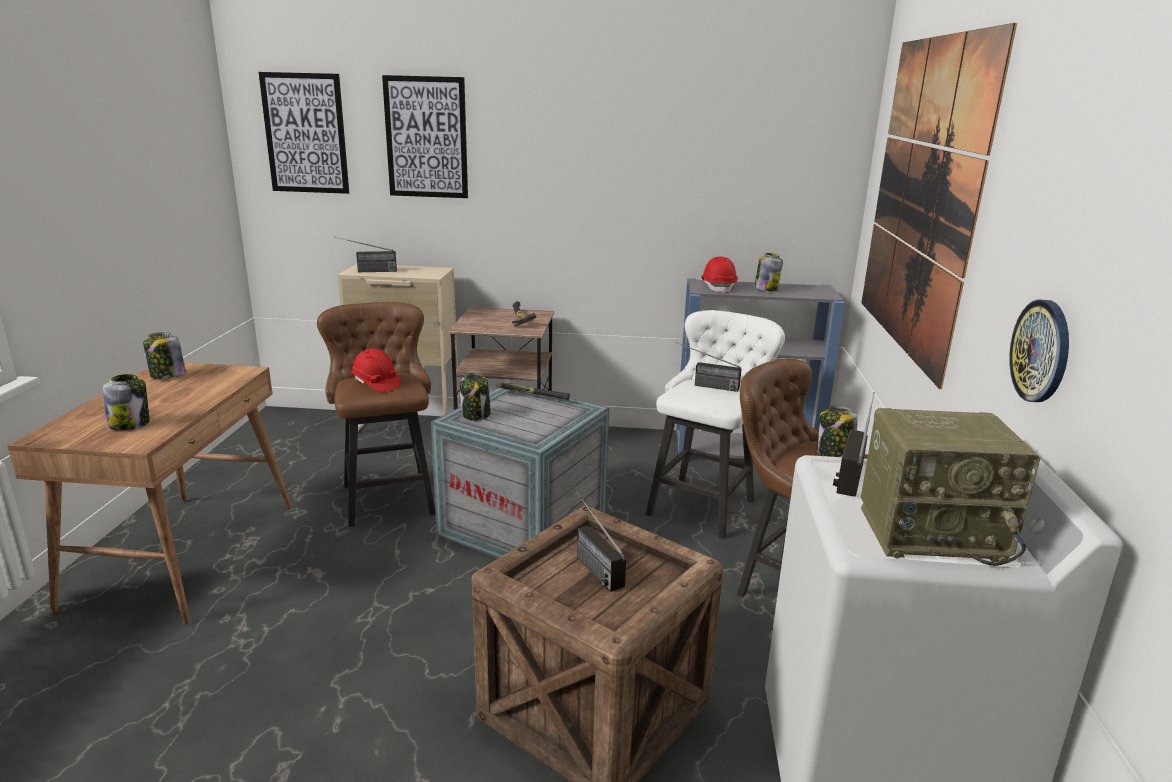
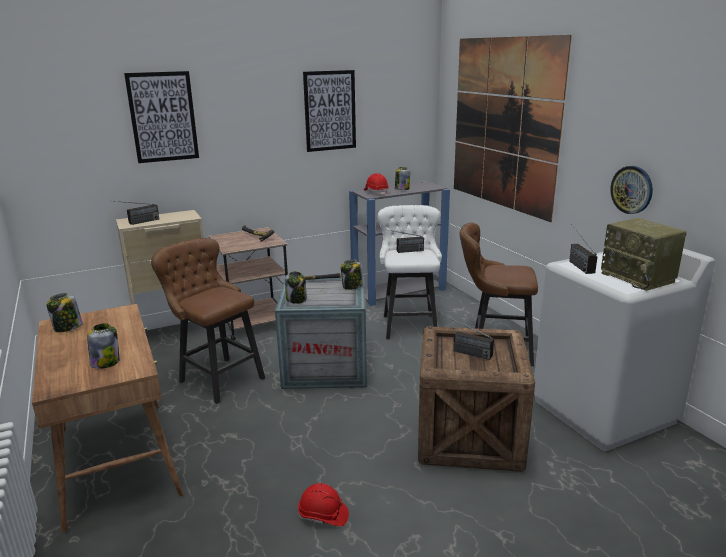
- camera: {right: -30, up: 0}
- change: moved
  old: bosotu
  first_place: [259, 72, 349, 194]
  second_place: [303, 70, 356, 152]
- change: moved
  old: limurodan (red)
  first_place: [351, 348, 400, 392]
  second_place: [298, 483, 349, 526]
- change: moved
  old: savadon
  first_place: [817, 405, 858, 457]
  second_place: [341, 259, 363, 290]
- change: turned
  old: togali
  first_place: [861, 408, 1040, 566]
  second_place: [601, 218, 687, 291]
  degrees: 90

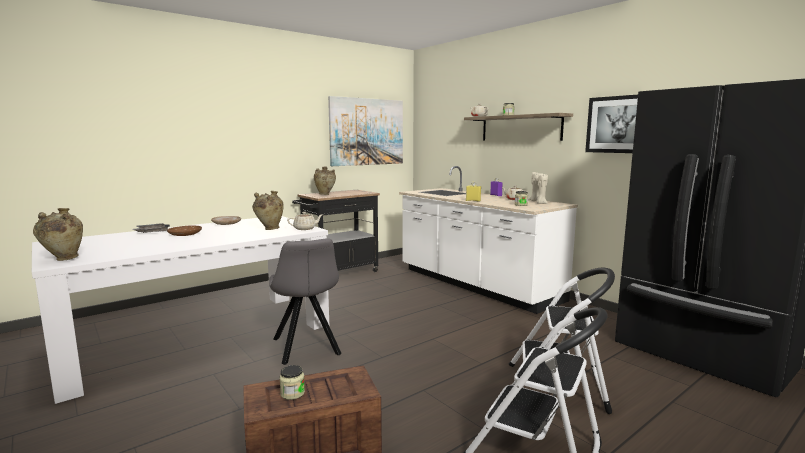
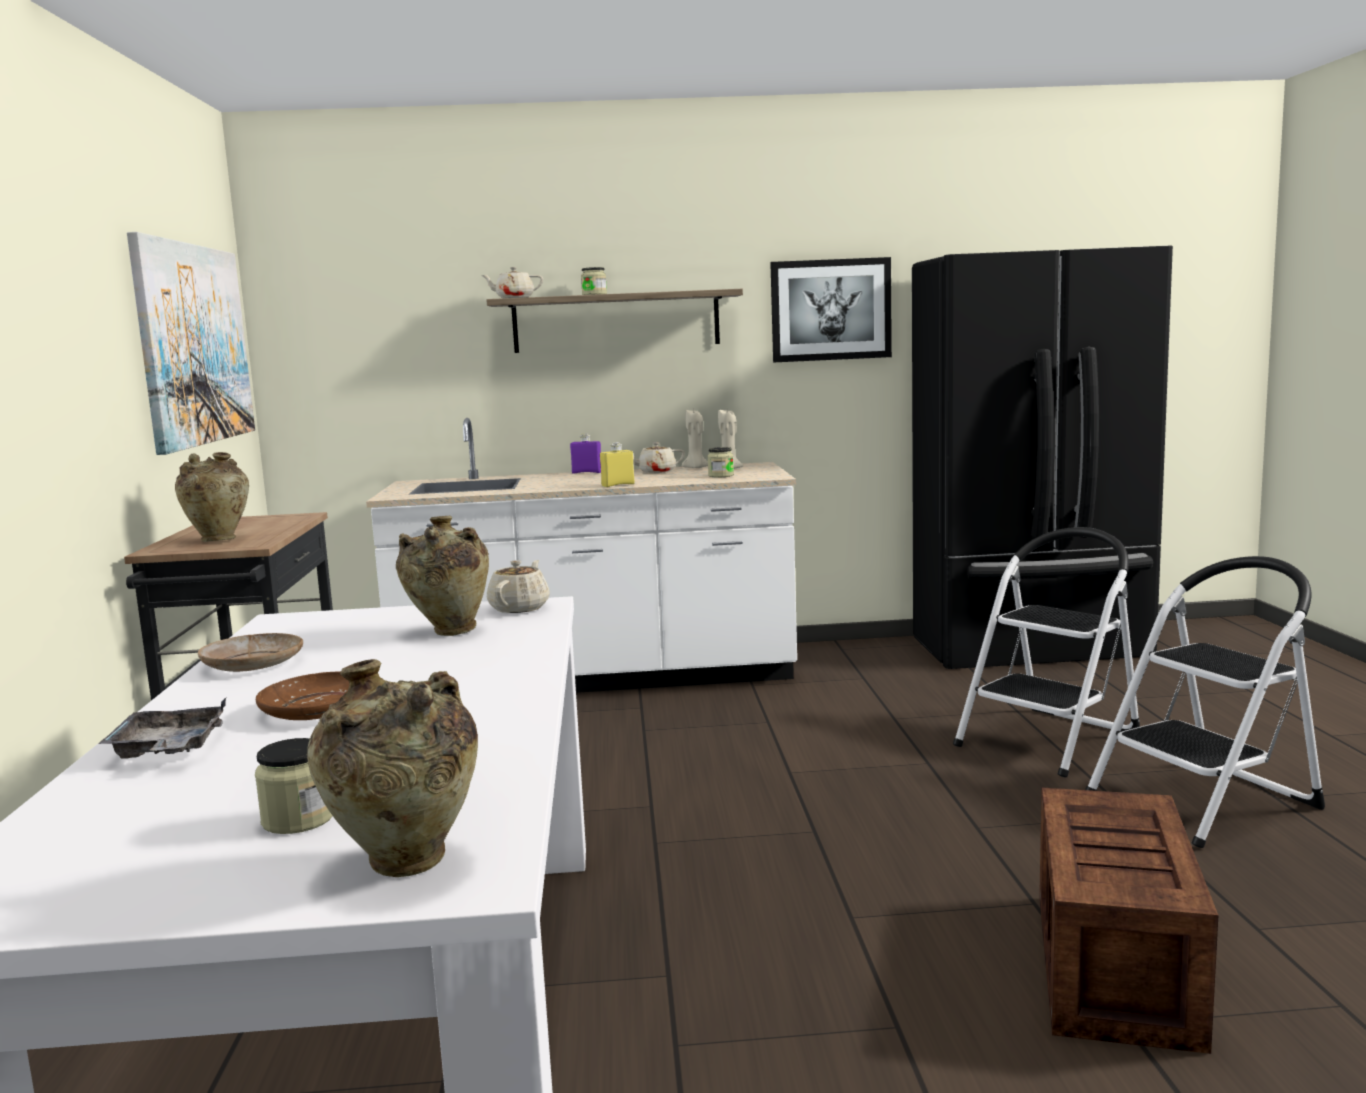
- camera: {right: -55, up: 0}
- change: removed
  old: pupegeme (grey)
  first_place: [269, 238, 341, 365]
- change: moved
  old: savadon
  first_place: [280, 365, 305, 400]
  second_place: [255, 738, 332, 834]

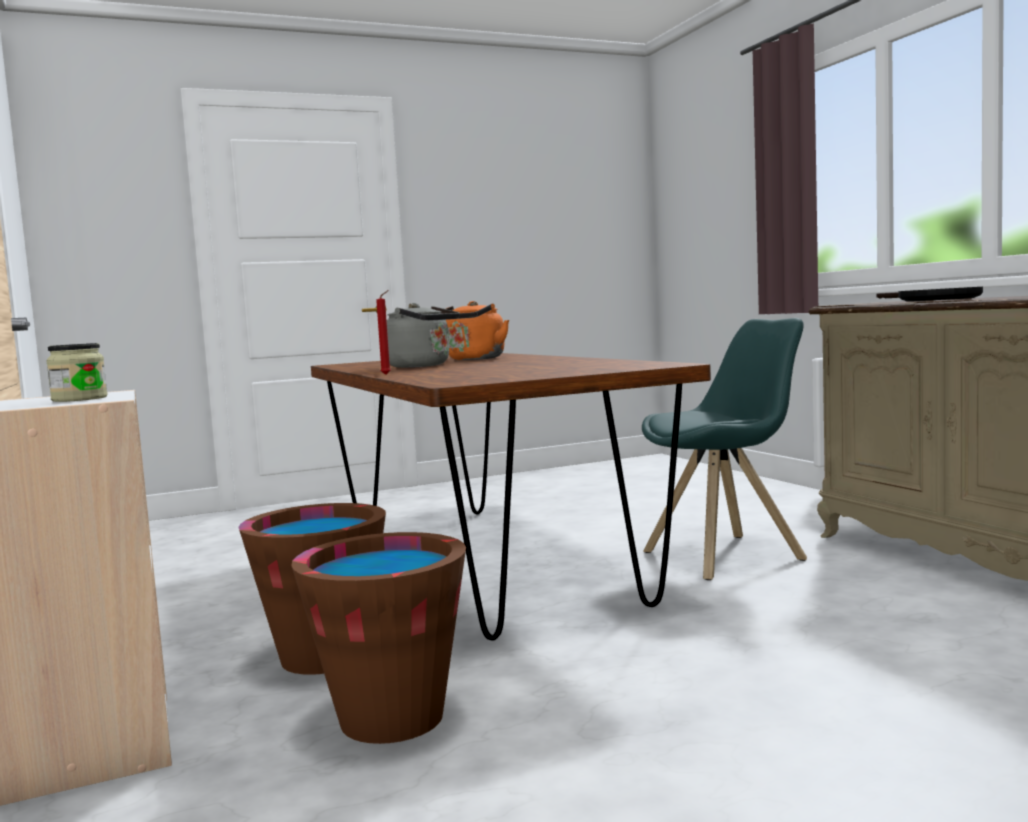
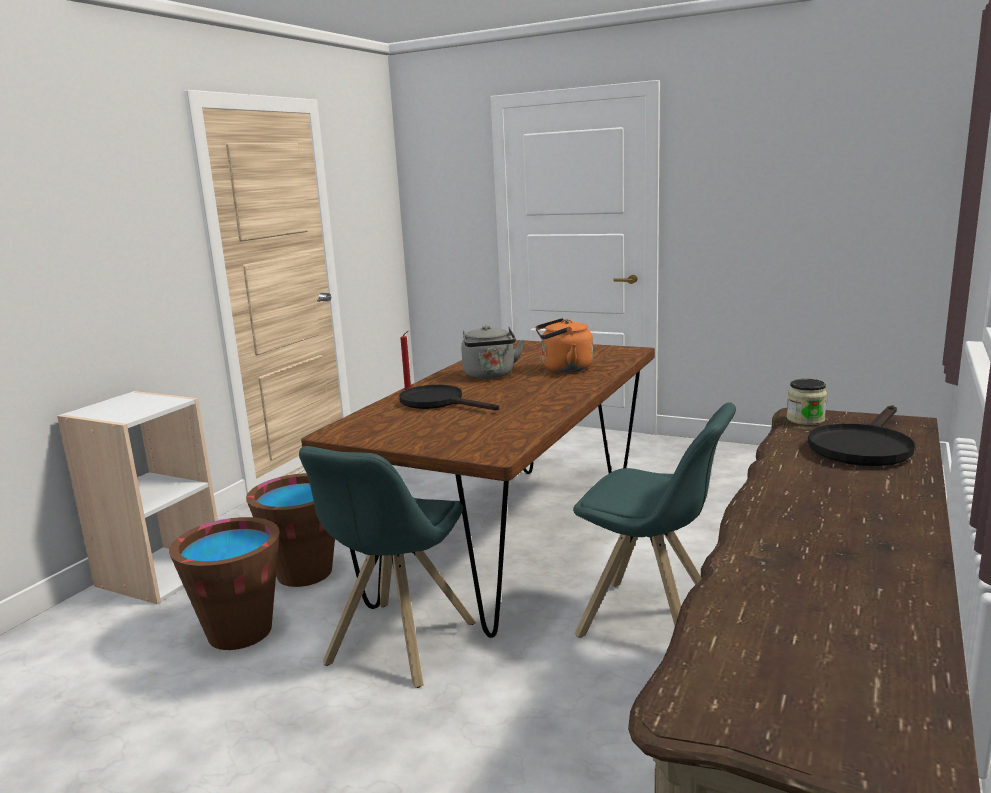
- camera: {right: 50, up: 10}
- change: moved
  old: savadon
  first_place: [46, 343, 108, 402]
  second_place: [787, 379, 827, 425]
- change: added
  new: pupegeme (turquoise)
  second_place: [299, 446, 476, 688]
- change: added
  new: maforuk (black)
  second_place: [399, 385, 499, 410]

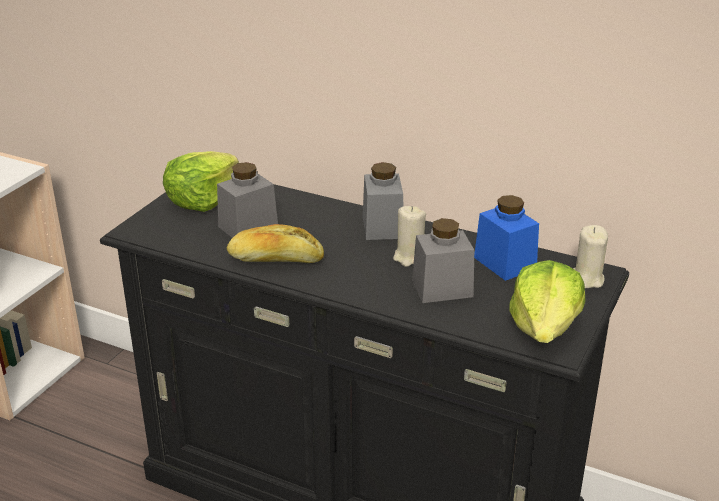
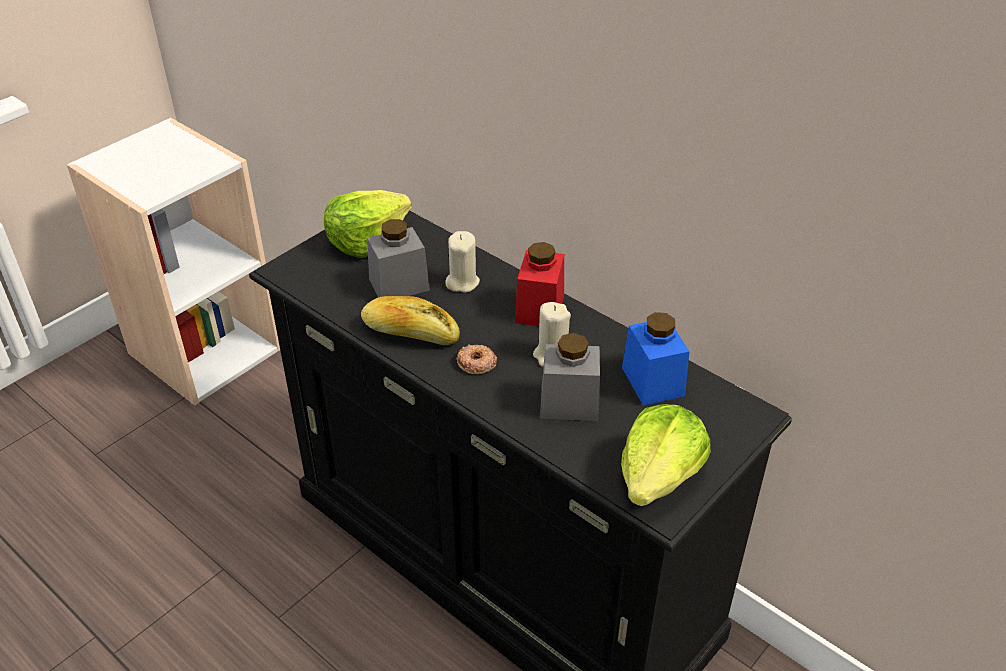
- camera: {right: 15, up: 10}
- change: recoloured
  old: savadon (grey)
  new: savadon (red)
  first_place: [363, 162, 403, 240]
  second_place: [515, 242, 564, 326]
- change: moved
  old: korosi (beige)
  first_place: [573, 225, 608, 288]
  second_place: [445, 231, 480, 293]
- change: added
  new: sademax
  second_place: [456, 344, 497, 374]

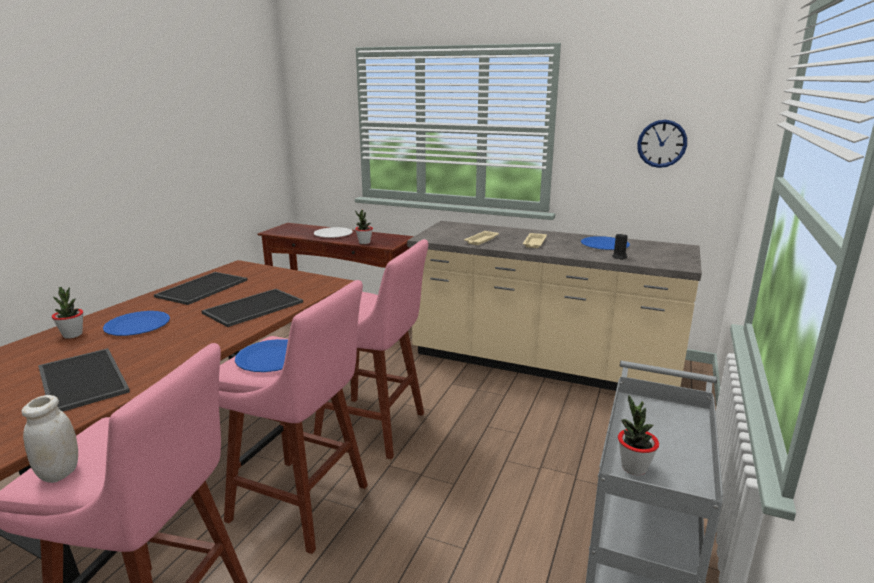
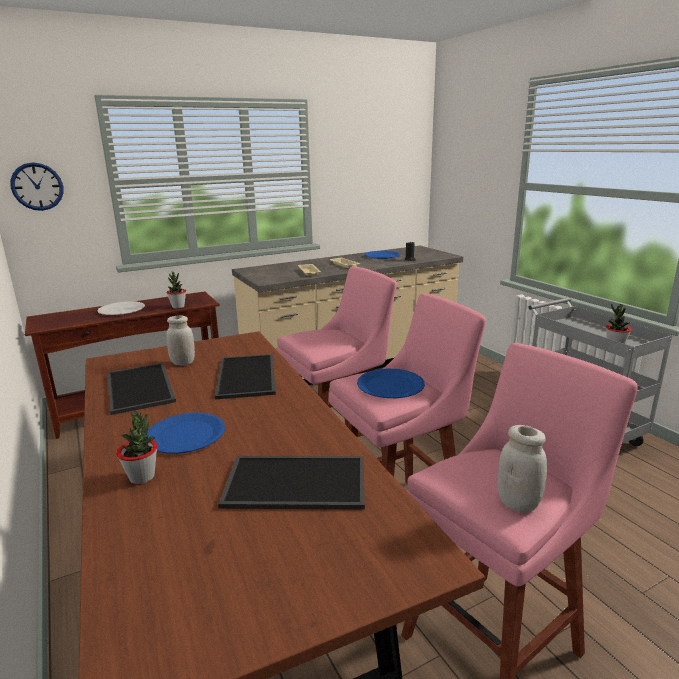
- camera: {right: -50, up: 0}
- change: moved
  old: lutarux
  first_place: [637, 120, 687, 168]
  second_place: [10, 162, 64, 211]
- change: added
  new: savadon (white)
  second_place: [167, 316, 195, 366]

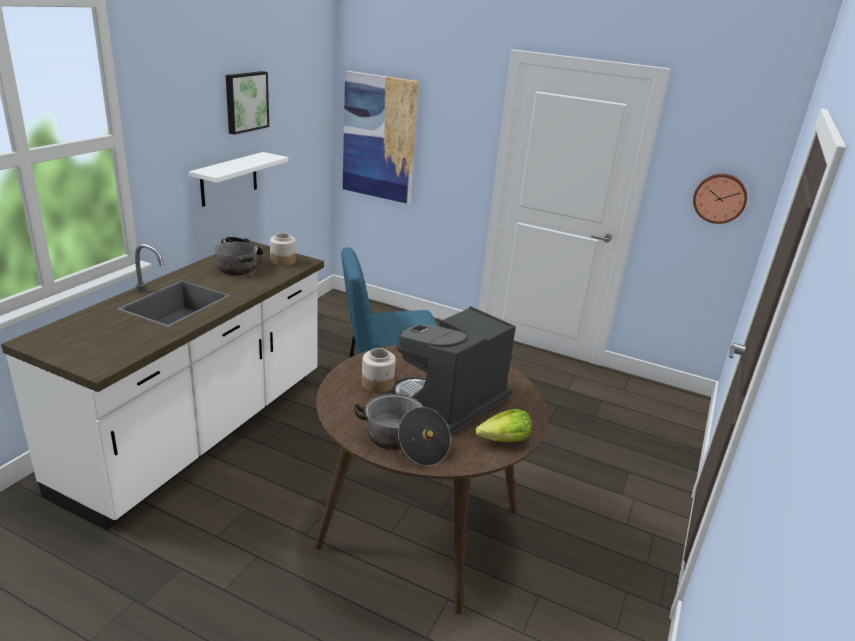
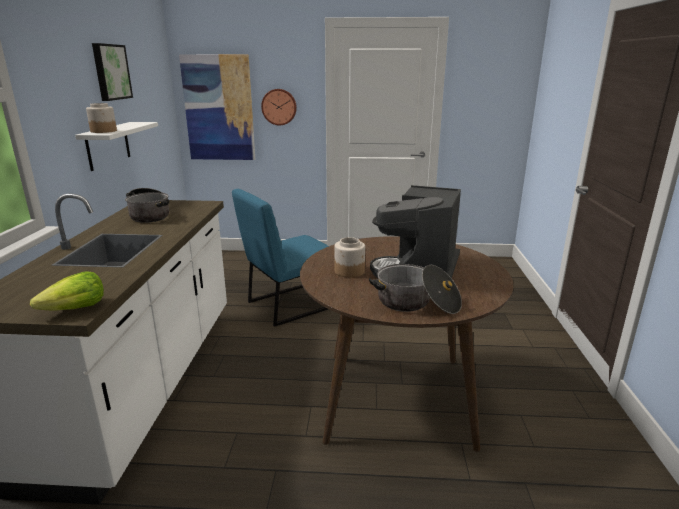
- camera: {right: -20, up: -5}
- change: moved
  old: savadon
  first_place: [270, 233, 296, 266]
  second_place: [86, 103, 117, 133]
- change: moved
  old: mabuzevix
  first_place: [475, 409, 531, 442]
  second_place: [30, 271, 104, 311]
- change: moved
  old: lutarux
  first_place: [693, 174, 747, 224]
  second_place: [261, 89, 297, 125]

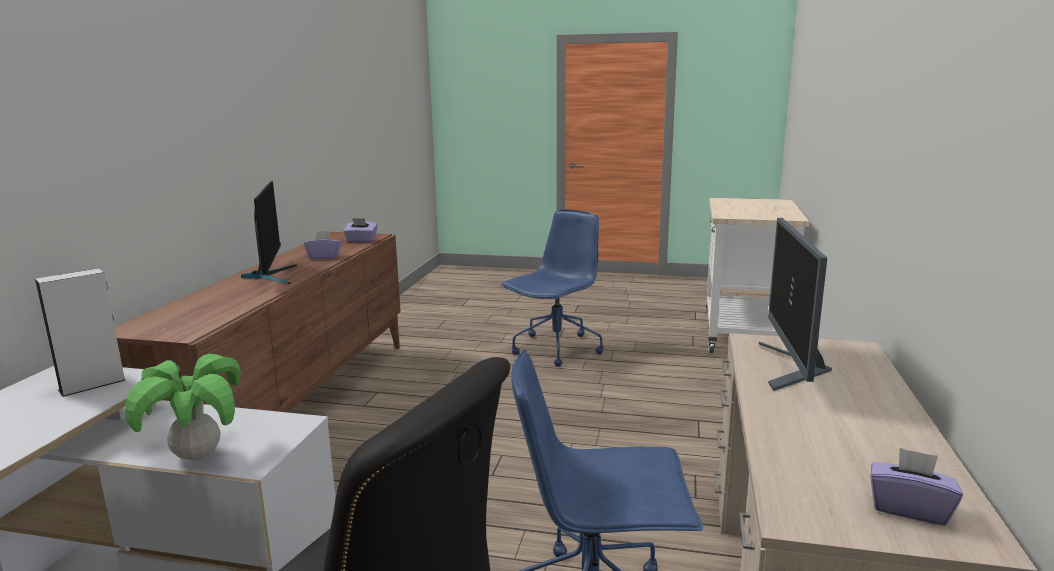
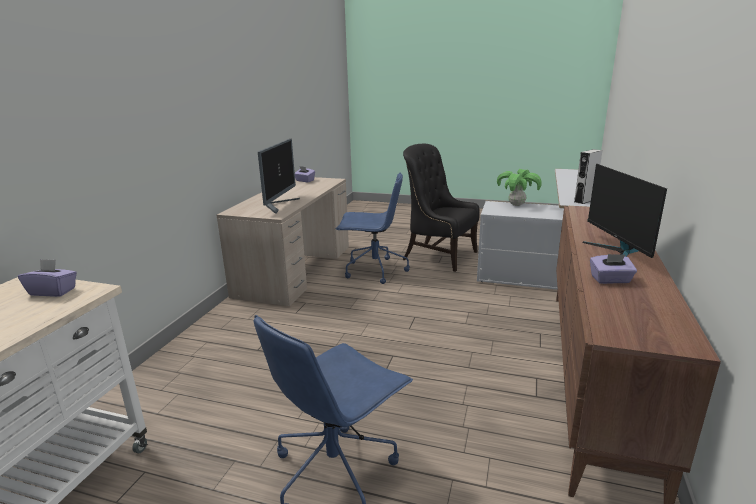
- camera: {right: -175, up: 5}
- change: moved
  old: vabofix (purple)
  first_place: [343, 218, 378, 242]
  second_place: [18, 259, 77, 297]

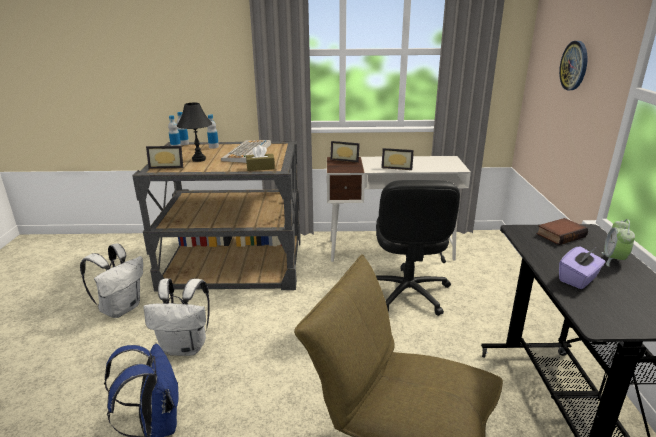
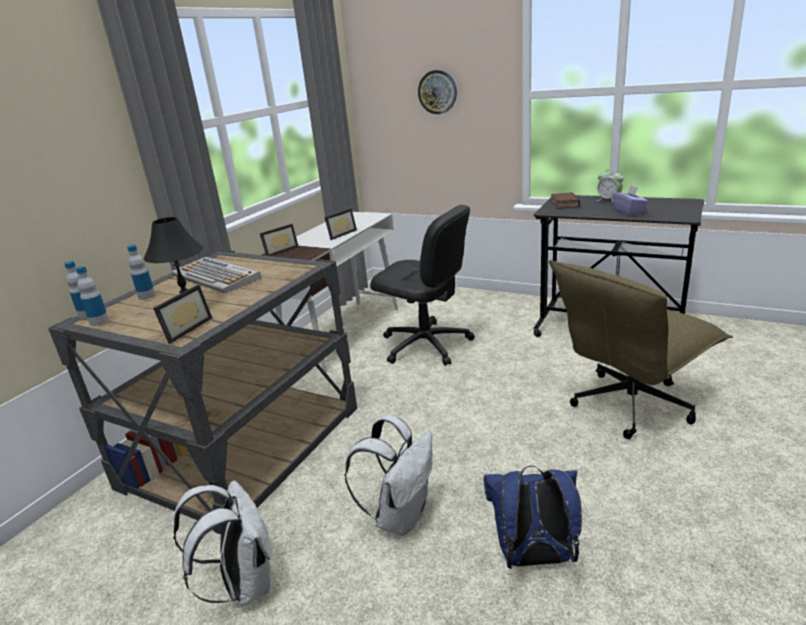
- camera: {right: -60, up: 0}
- change: removed
  old: vabofix (brown)
  first_place: [246, 145, 275, 171]

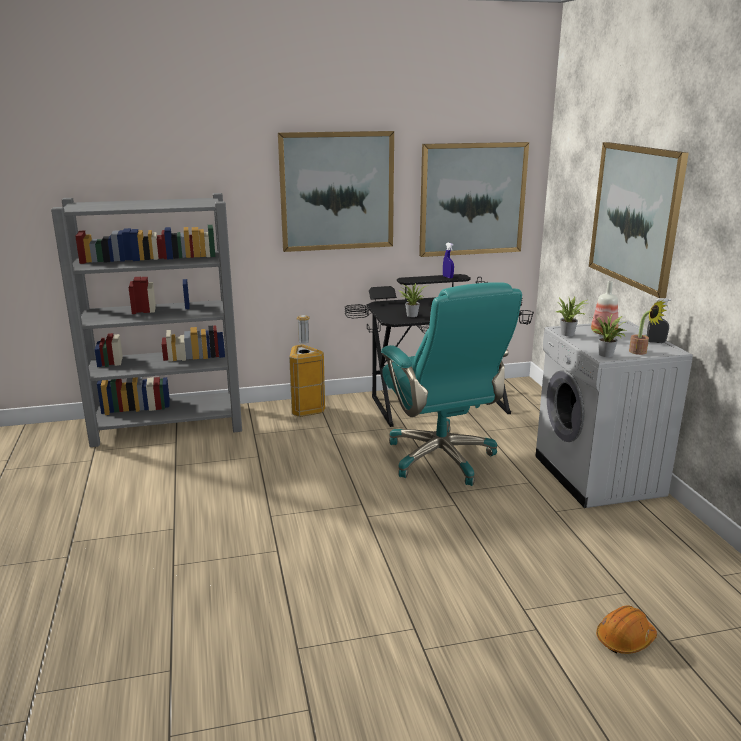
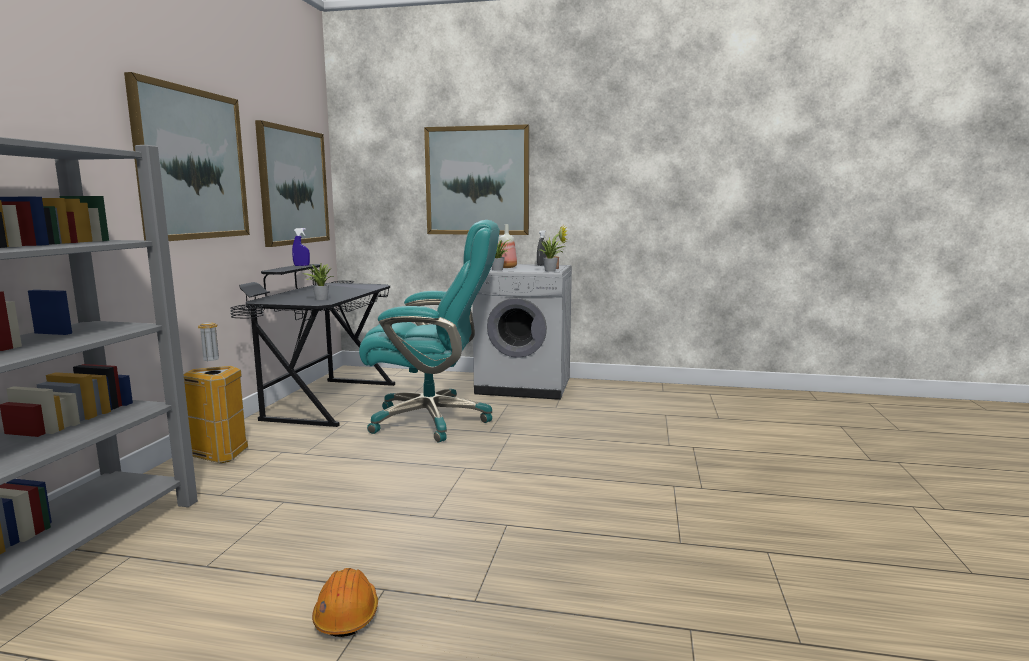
- camera: {right: -65, up: -10}
- change: moved
  old: limurodan (orange)
  first_place: [596, 606, 657, 654]
  second_place: [312, 568, 378, 637]

